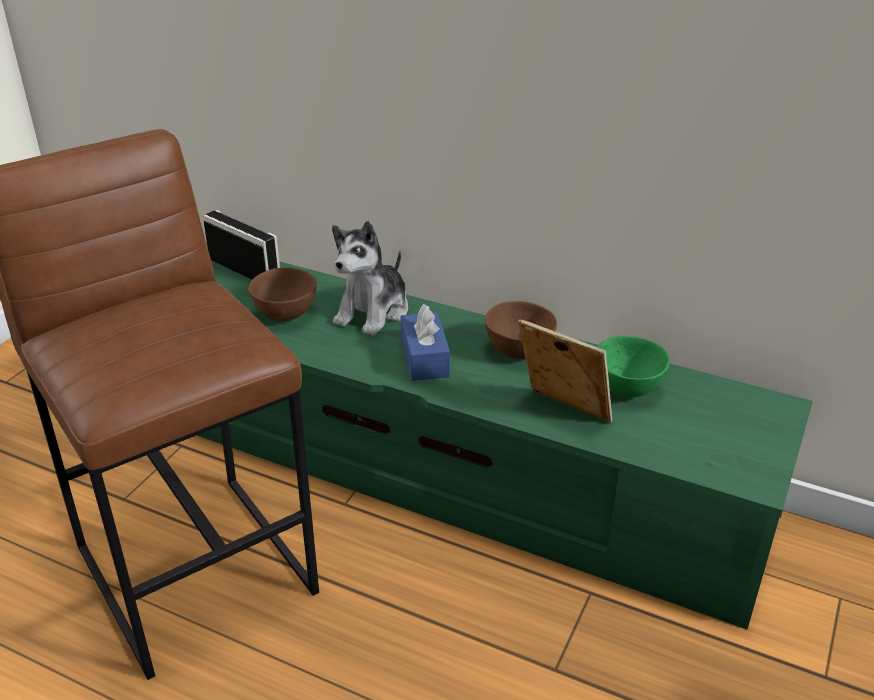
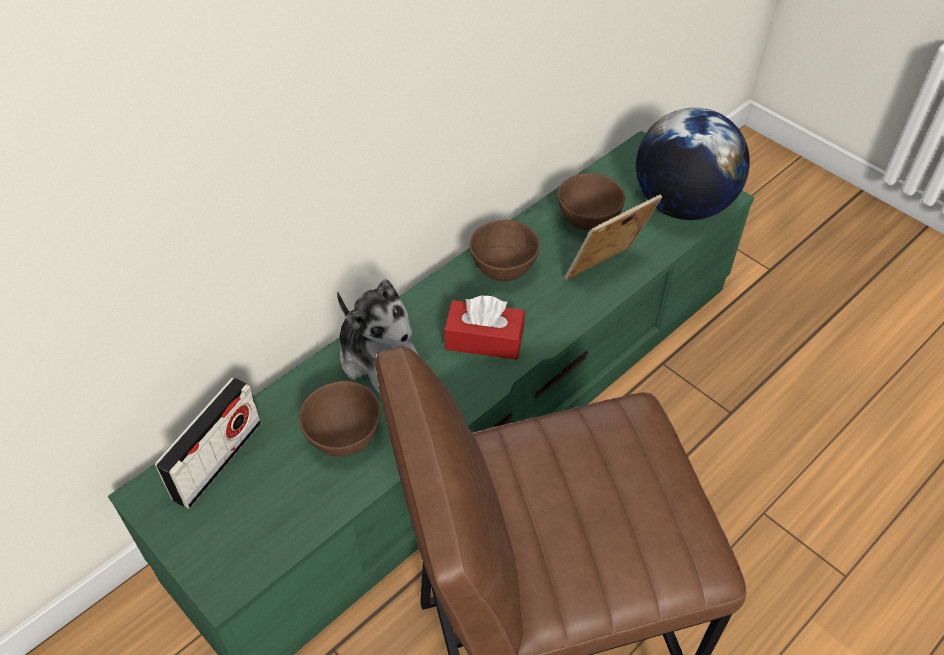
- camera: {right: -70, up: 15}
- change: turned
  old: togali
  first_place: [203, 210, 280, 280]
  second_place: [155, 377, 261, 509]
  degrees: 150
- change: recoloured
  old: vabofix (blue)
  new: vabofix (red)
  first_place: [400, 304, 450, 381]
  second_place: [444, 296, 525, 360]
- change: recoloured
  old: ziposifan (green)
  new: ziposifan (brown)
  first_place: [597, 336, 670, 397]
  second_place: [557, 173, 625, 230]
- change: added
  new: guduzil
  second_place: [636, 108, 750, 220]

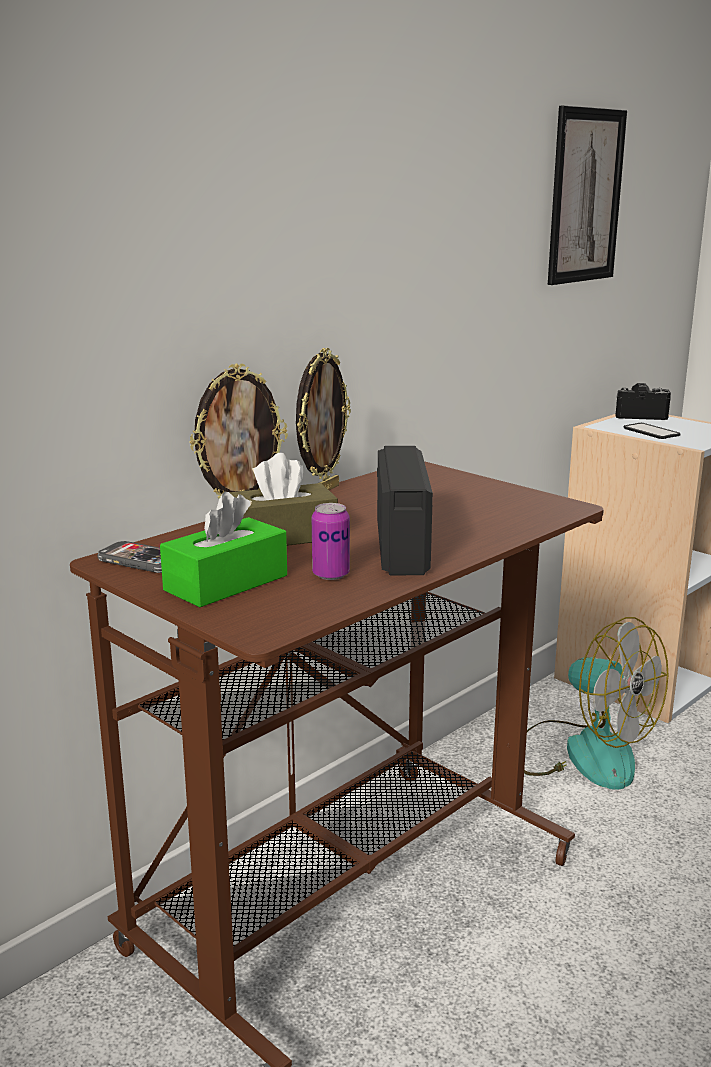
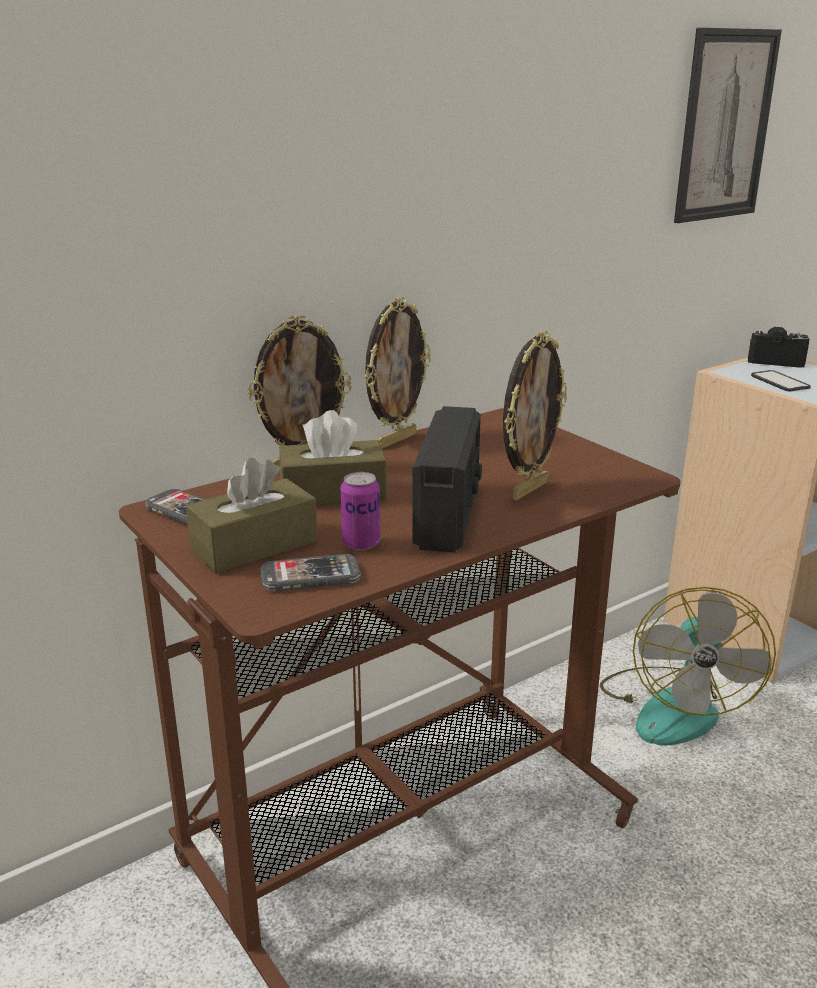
- camera: {right: 10, up: 5}
- change: recoloured
  old: vabofix (green)
  new: vabofix (brown)
  first_place: [160, 492, 287, 607]
  second_place: [186, 458, 318, 573]
- change: turned
  old: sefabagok
  first_place: [524, 617, 668, 790]
  second_place: [600, 587, 776, 746]
  degrees: 45
- change: added
  new: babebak
  second_place: [260, 554, 361, 592]
- change: added
  new: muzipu
  second_place: [503, 331, 567, 501]

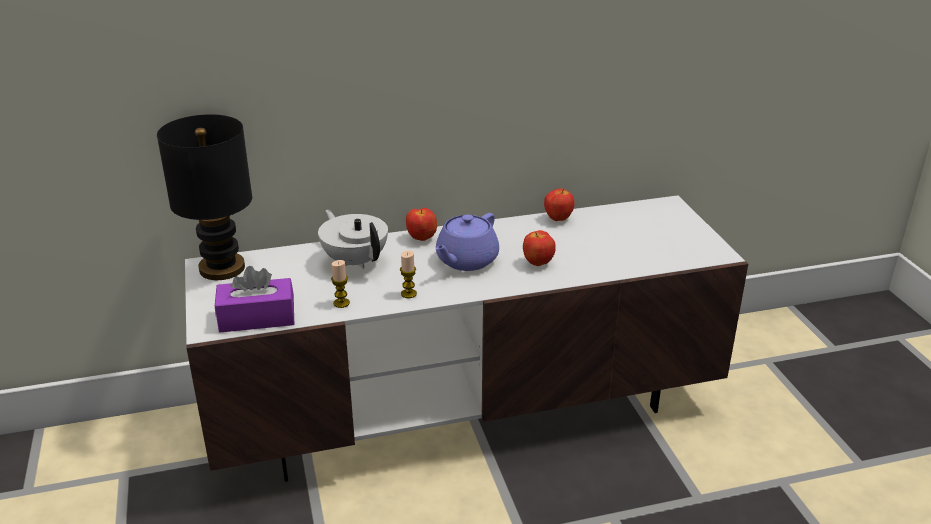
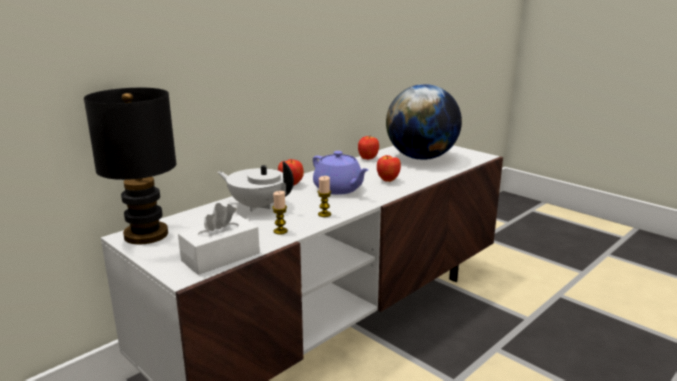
- camera: {right: -30, up: -10}
- change: recoloured
  old: vabofix (purple)
  new: vabofix (white)
  first_place: [215, 266, 294, 333]
  second_place: [178, 203, 260, 275]
- change: turned
  old: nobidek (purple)
  first_place: [436, 213, 499, 271]
  second_place: [313, 151, 369, 195]
  degrees: -45
- change: added
  new: guduzil
  second_place: [386, 84, 462, 160]

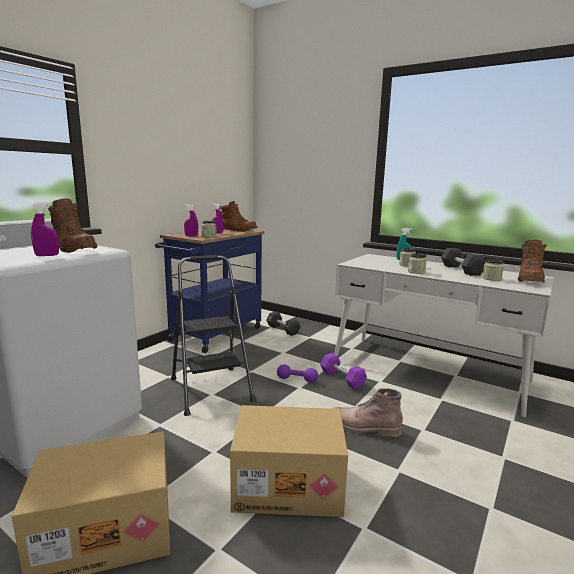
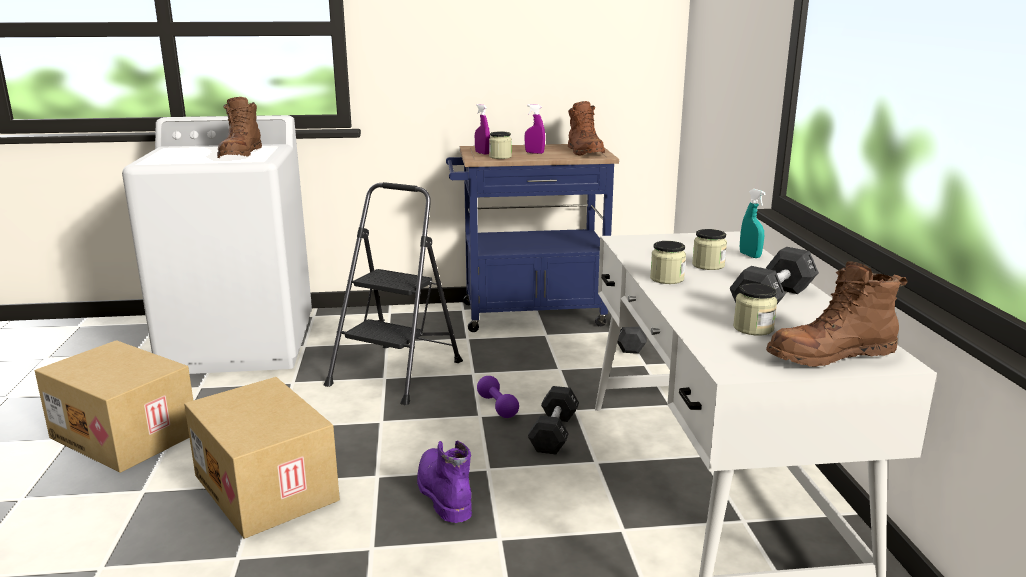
- camera: {right: 50, up: 5}
- change: removed
  old: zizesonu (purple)
  first_place: [31, 202, 59, 256]
- change: recoloured
  old: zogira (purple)
  new: zogira (black)
  first_place: [320, 353, 367, 389]
  second_place: [528, 386, 579, 454]
- change: recoloured
  old: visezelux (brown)
  new: visezelux (purple)
  first_place: [332, 388, 403, 437]
  second_place: [417, 440, 472, 523]

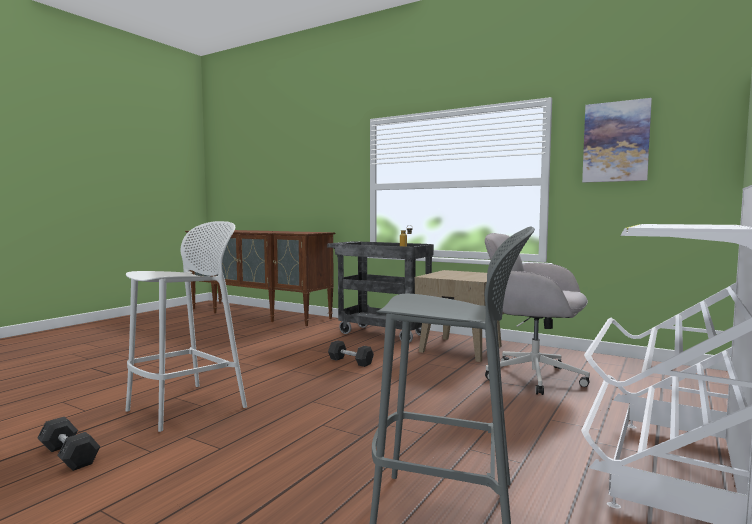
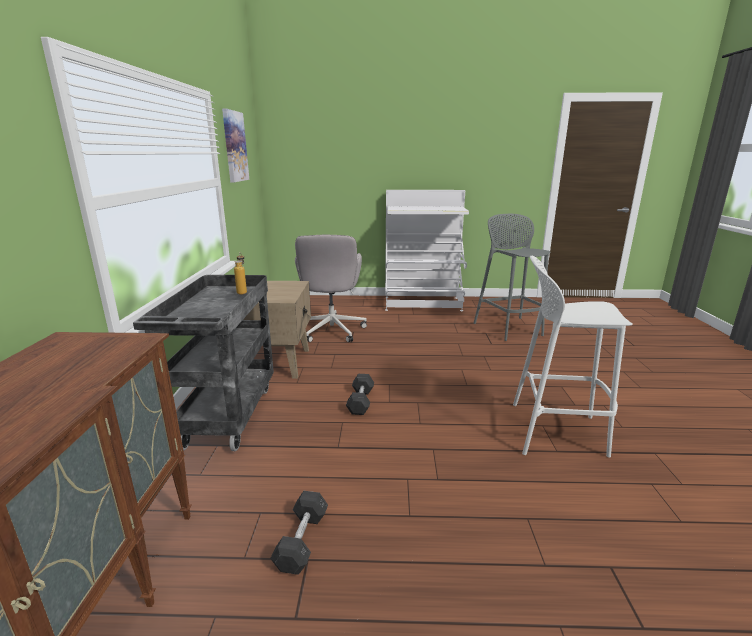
- camera: {right: -120, up: 15}
- change: moved
  old: zogira (grey)
  first_place: [37, 417, 100, 471]
  second_place: [270, 491, 328, 575]

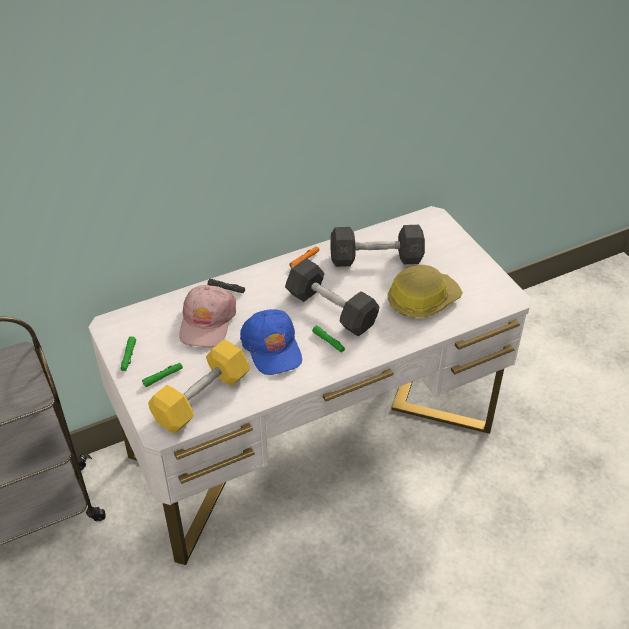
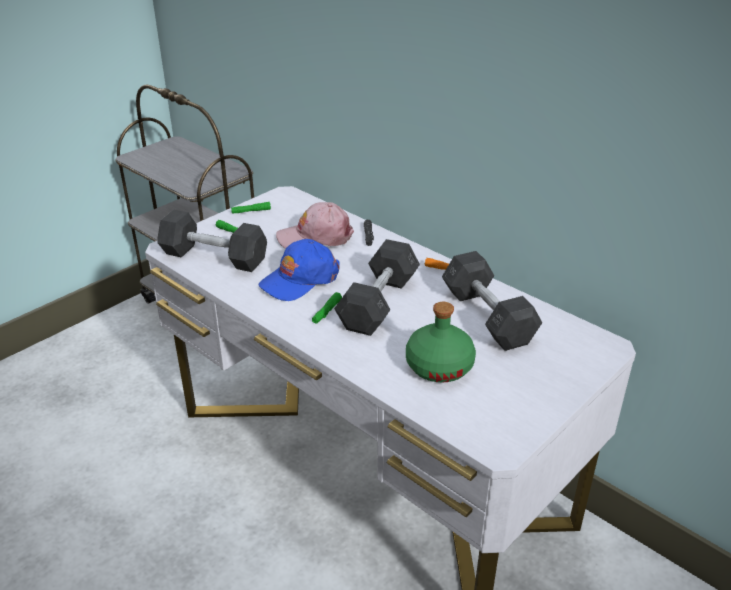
- camera: {right: 70, up: -10}
- change: recoloured
  old: zogira (yellow)
  new: zogira (grey)
  first_place: [148, 339, 250, 433]
  second_place: [158, 209, 267, 272]
- change: replaced
  old: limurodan
  new: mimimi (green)
  first_place: [388, 265, 463, 318]
  second_place: [406, 302, 476, 382]

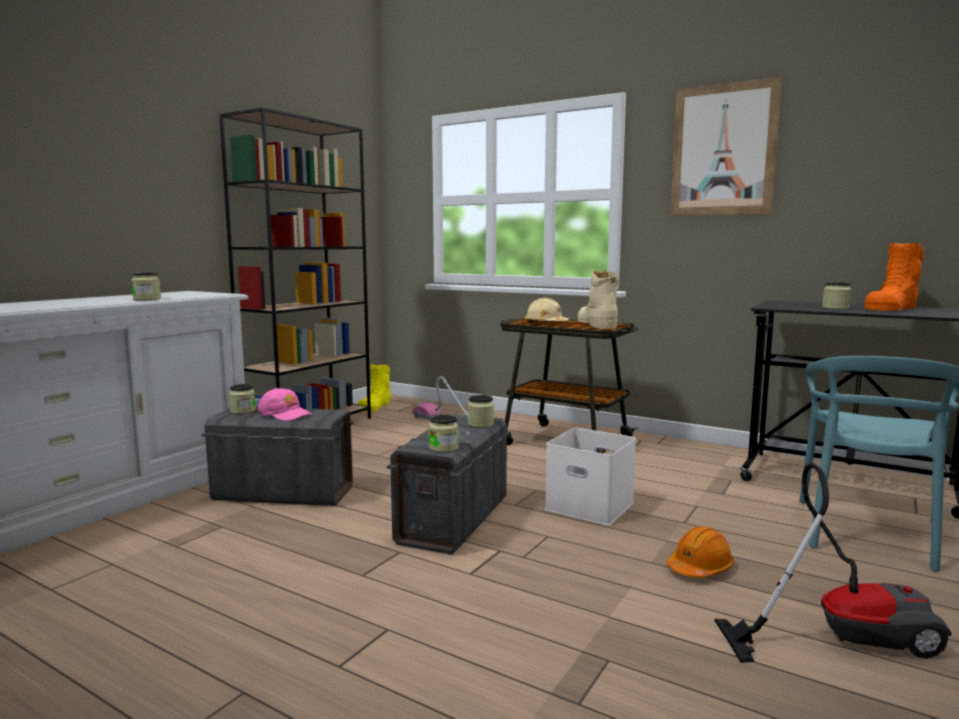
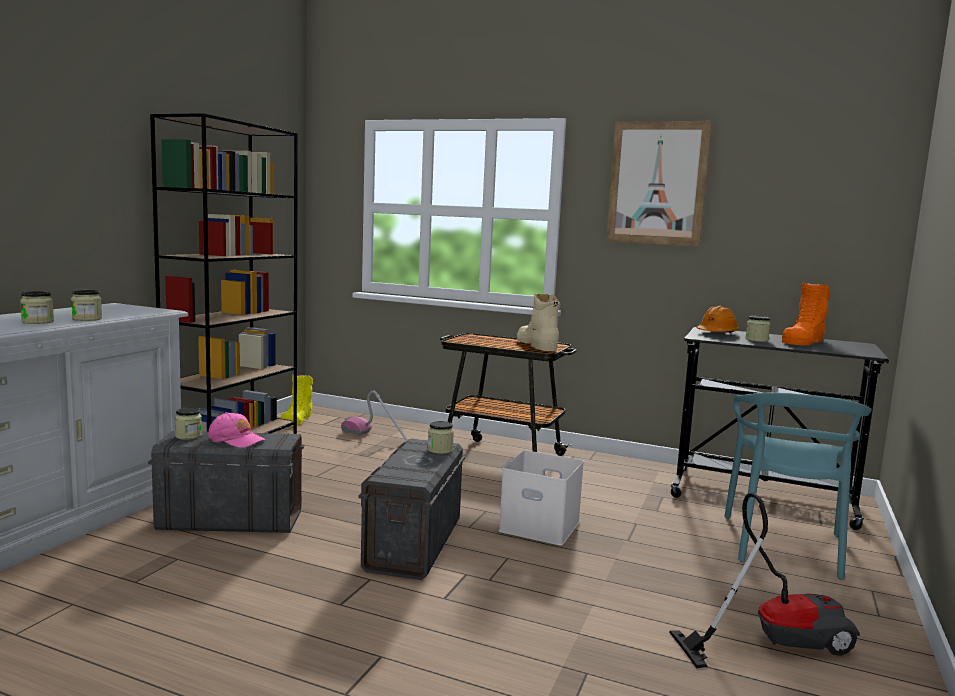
- camera: {right: -10, up: 0}
- change: moved
  old: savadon
  first_place: [429, 415, 459, 452]
  second_place: [20, 291, 54, 324]
- change: removed
  old: limurodan (beige)
  first_place: [524, 298, 569, 323]
- change: moved
  old: limurodan (orange)
  first_place: [667, 526, 734, 578]
  second_place: [697, 306, 739, 333]

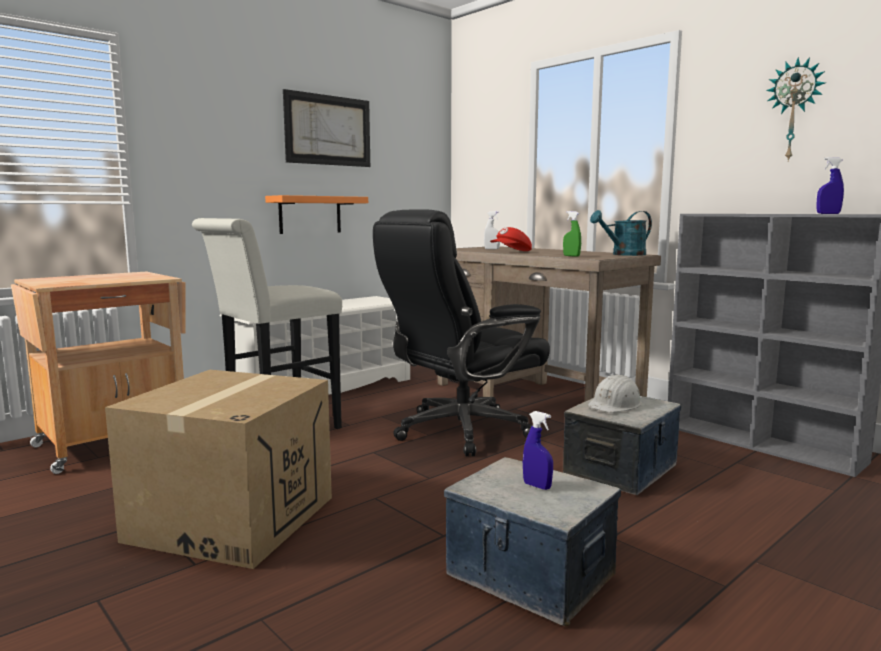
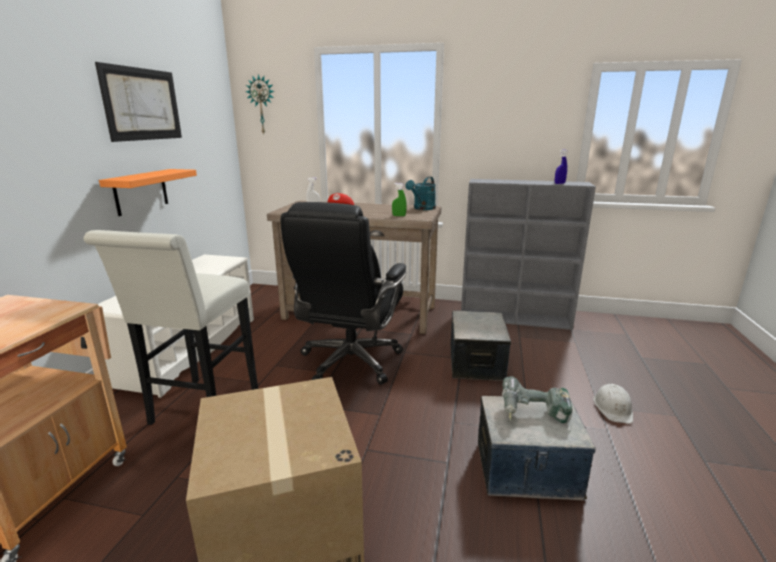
- camera: {right: -35, up: 10}
- change: replaced
  old: zizesonu (blue)
  new: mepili
  first_place: [523, 411, 553, 490]
  second_place: [502, 376, 573, 431]
- change: moved
  old: limurodan (white)
  first_place: [587, 374, 642, 413]
  second_place: [594, 384, 633, 424]
- change: moved
  old: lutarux
  first_place: [766, 57, 825, 162]
  second_place: [246, 74, 274, 134]

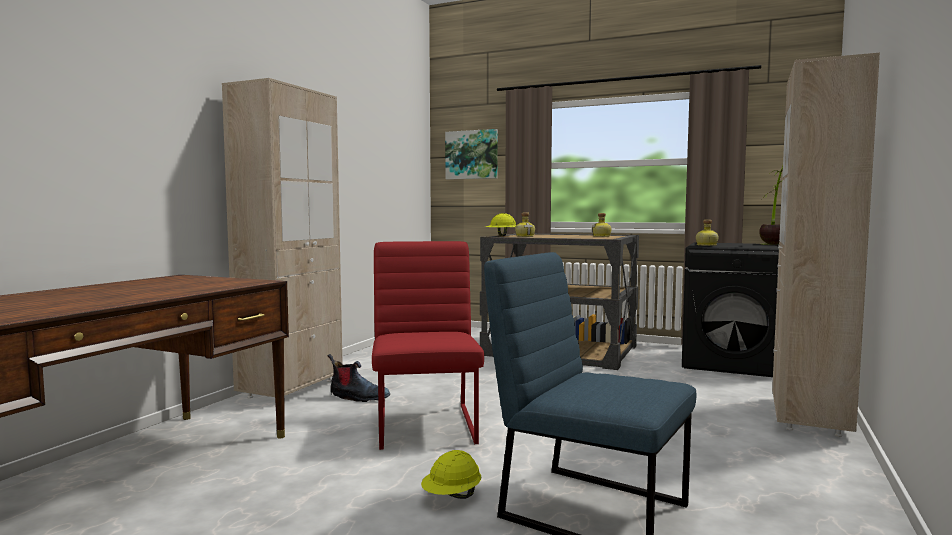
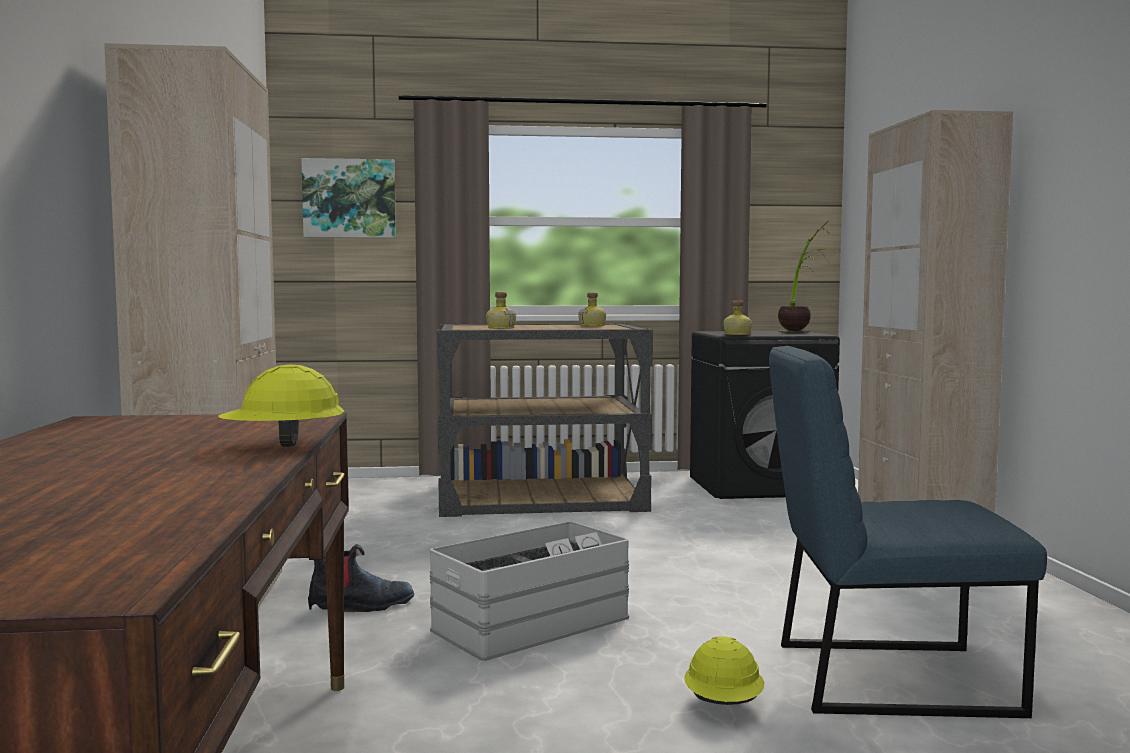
- camera: {right: -30, up: 0}
- change: replaced
  old: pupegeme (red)
  new: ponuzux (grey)
  first_place: [372, 241, 484, 450]
  second_place: [430, 521, 629, 661]
- change: moved
  old: limurodan (yellow)
  first_place: [486, 213, 516, 236]
  second_place: [218, 364, 345, 447]

